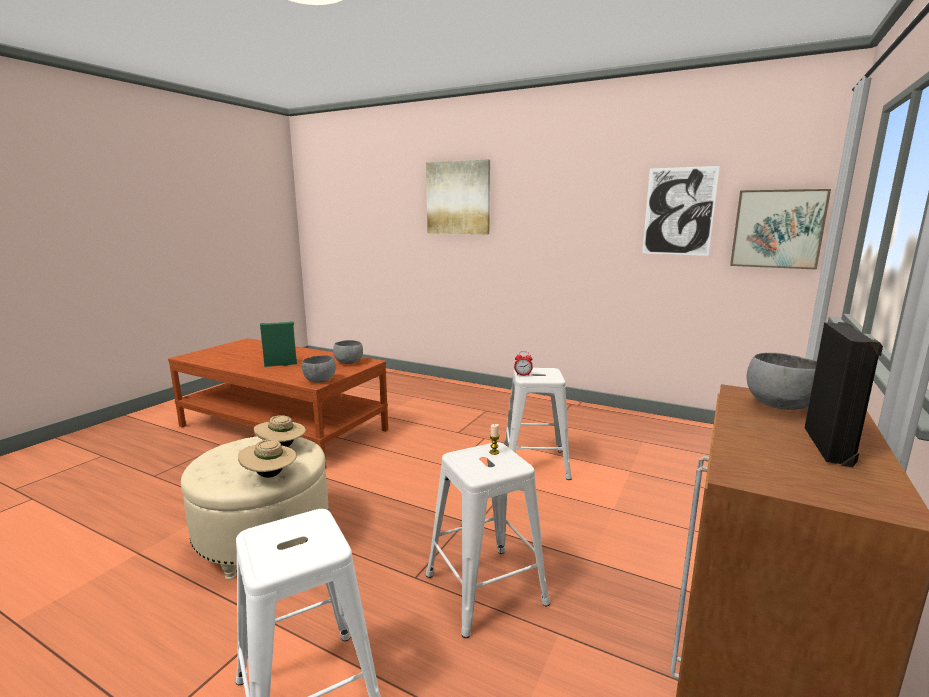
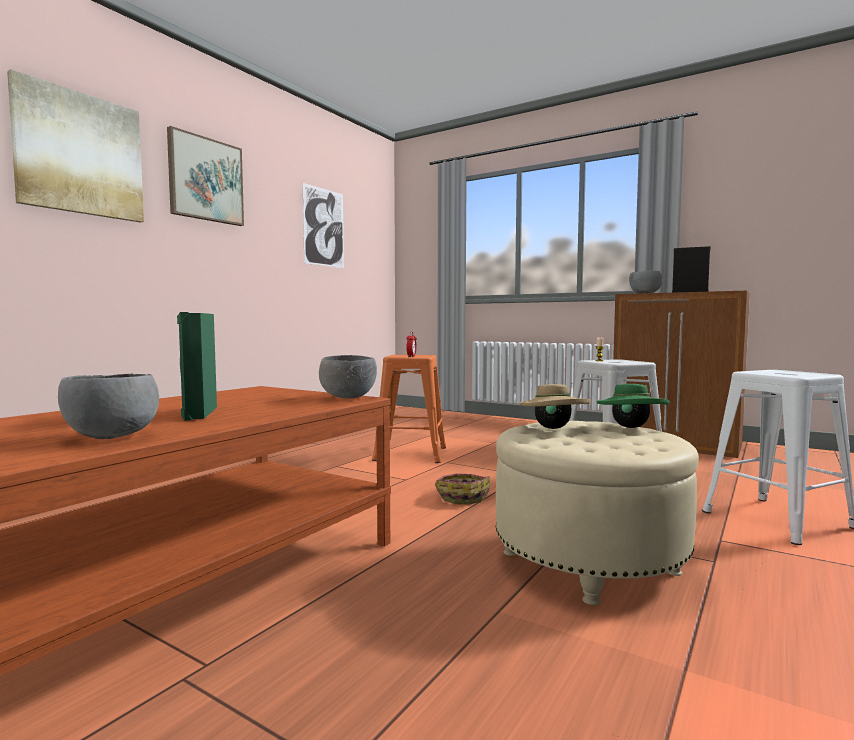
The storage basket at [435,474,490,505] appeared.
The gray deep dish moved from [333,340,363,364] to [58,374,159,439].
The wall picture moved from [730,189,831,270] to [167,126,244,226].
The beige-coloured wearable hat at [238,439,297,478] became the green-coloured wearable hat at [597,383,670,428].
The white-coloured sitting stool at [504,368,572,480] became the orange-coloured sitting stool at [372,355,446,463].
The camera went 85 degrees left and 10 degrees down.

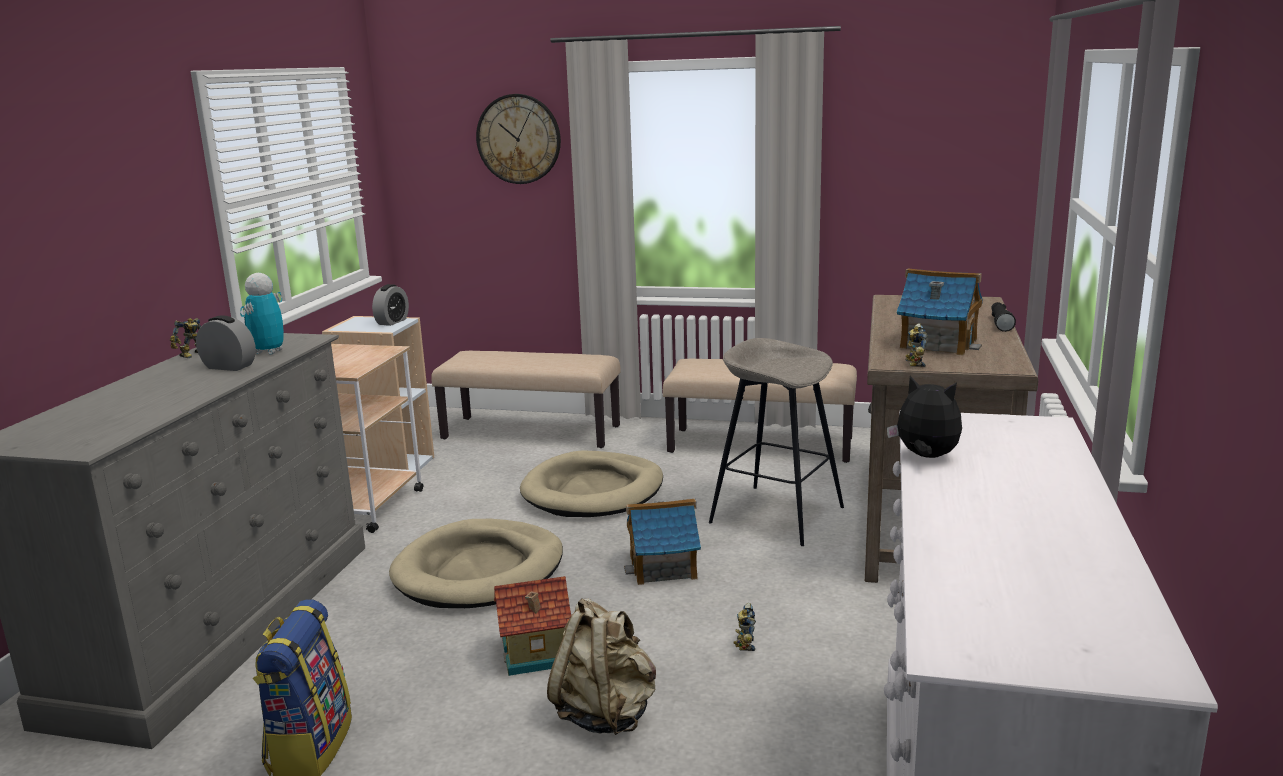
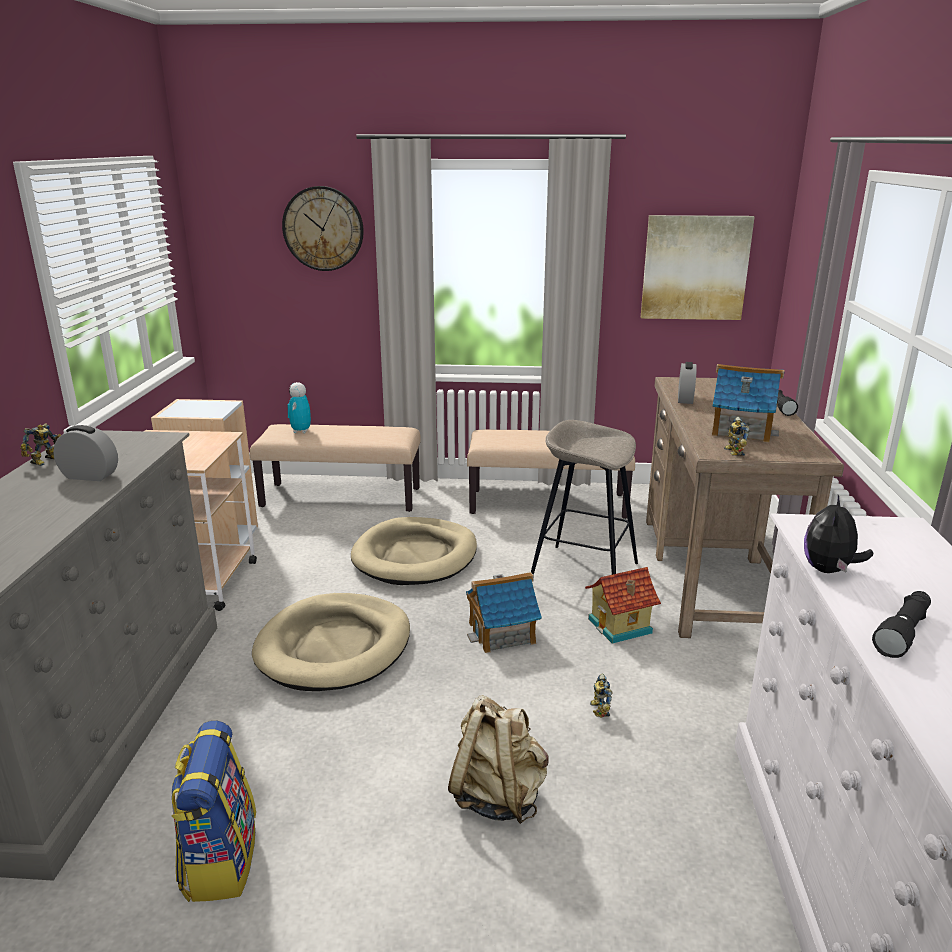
The wall picture at [641,215,755,320] appeared.
The black-coloured hand torch at [872,591,931,658] appeared.
The model robot moved from [240,273,284,355] to [288,382,311,433].
The table clock moved from [372,284,409,326] to [678,362,697,404].
The toy house moved from [494,576,571,676] to [585,567,661,644].
The plush toy at [887,376,962,458] turned 90 degrees counterclockwise.
The camera went 10 degrees left and 5 degrees up.

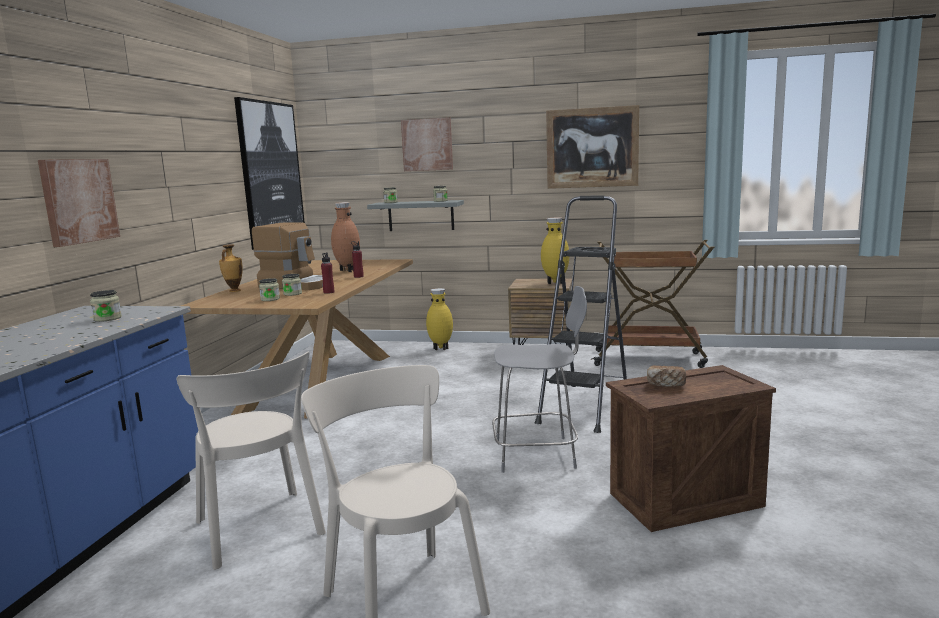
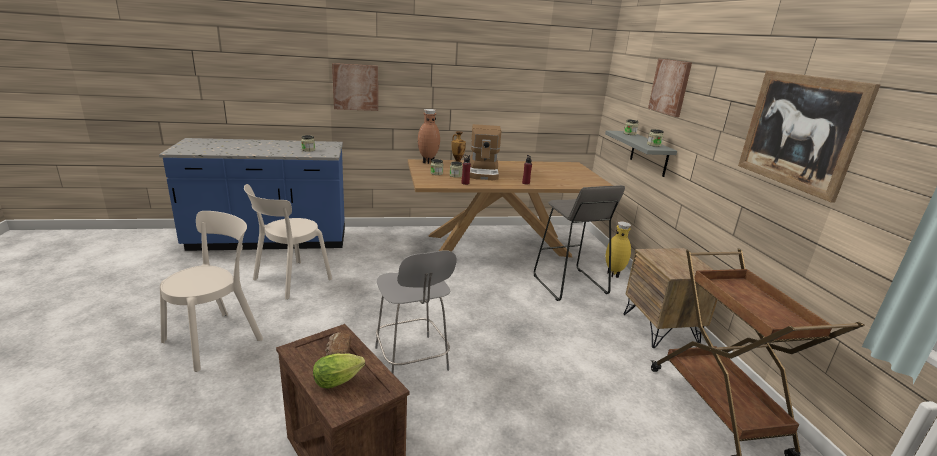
The wall picture at [234,97,305,250] disappeared.
The stepladder at [535,195,627,433] disappeared.
The yellowish vase at [541,218,569,284] disappeared.
The lettuce at [313,354,365,389] appeared.
The gray sitting stool at [534,185,625,301] appeared.
The brownish vase moved from [331,202,360,272] to [418,109,440,164].
The camera went 65 degrees right and 10 degrees up.

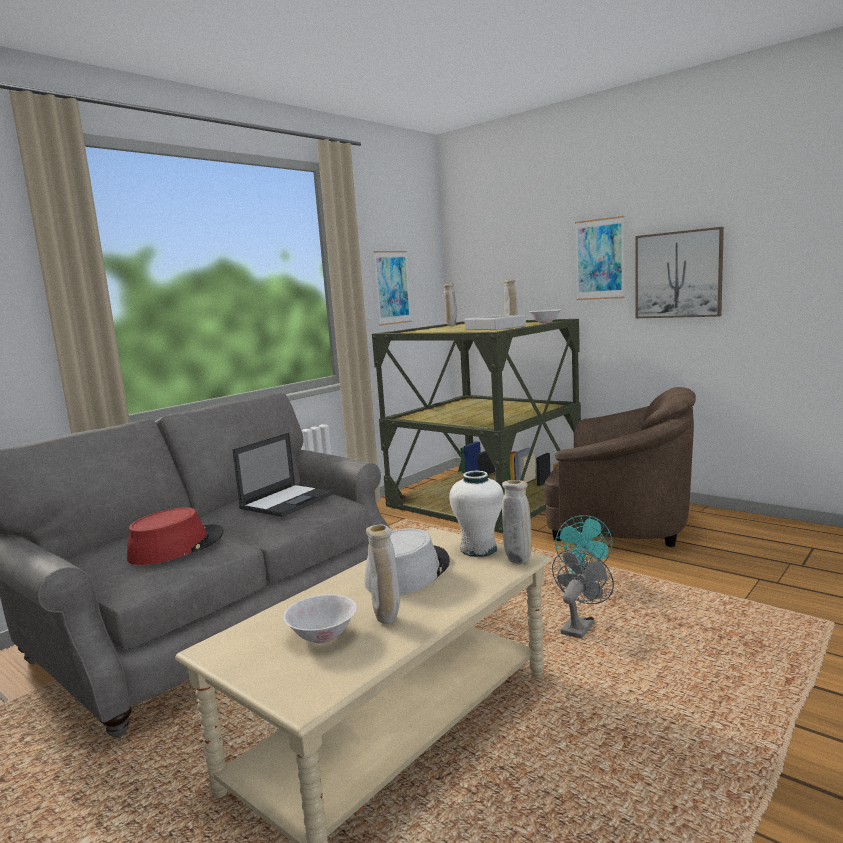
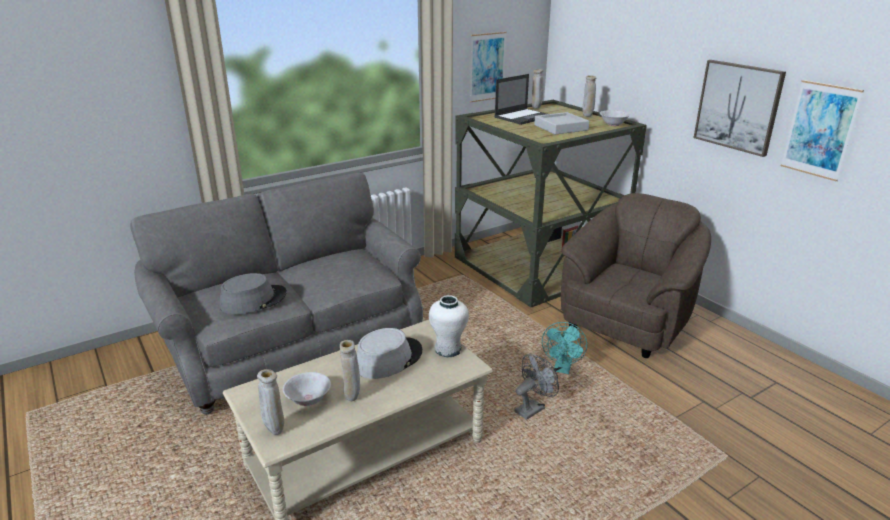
The portable computer moved from [232,432,335,517] to [494,74,547,125].
The beige-coloured vase moved from [502,480,532,564] to [257,369,284,435].
The wall picture moved from [575,216,625,300] to [781,80,864,181].
The red-coloured wearable hat at [127,508,224,565] became the gray wearable hat at [220,273,287,314].
The brownish easy chair at [544,387,696,547] turned 90 degrees counterclockwise.
The camera went 15 degrees right and 15 degrees up.

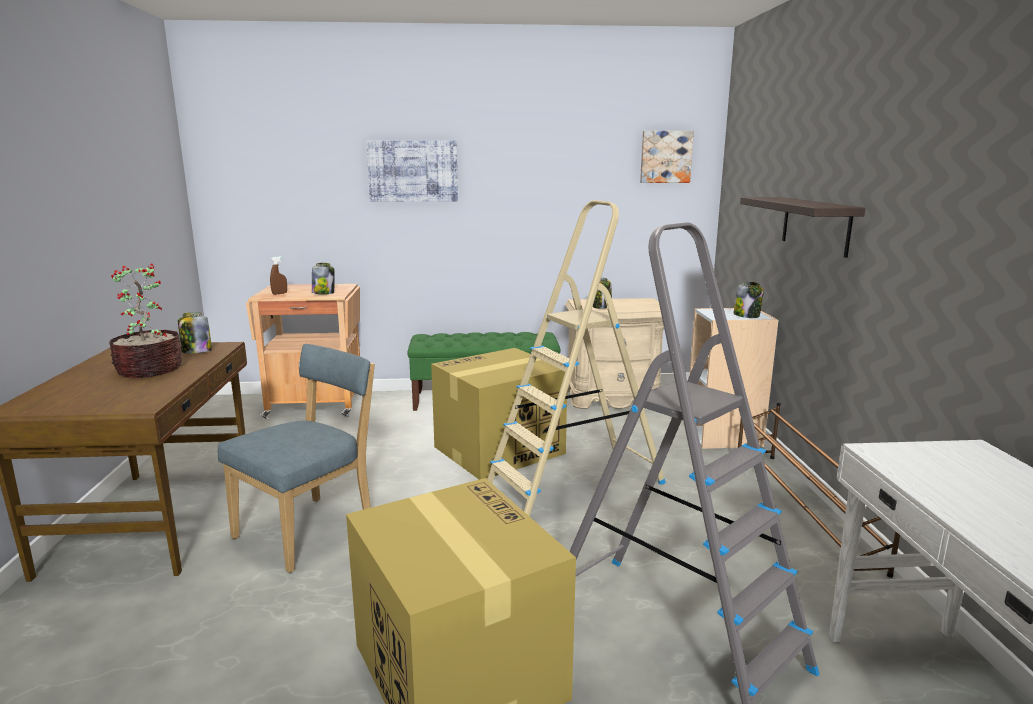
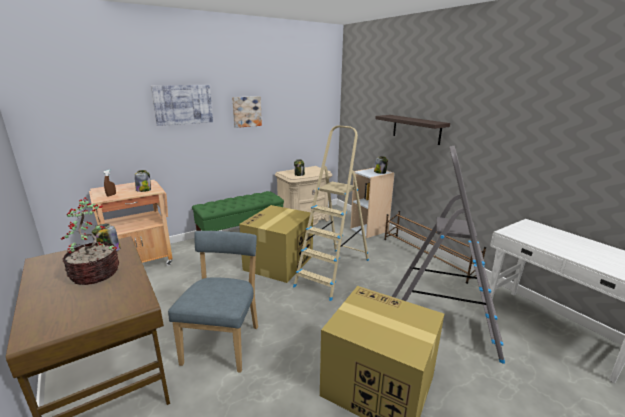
The wall picture moved from [640,131,694,183] to [232,96,262,128].
The camera went 30 degrees left and 5 degrees up.

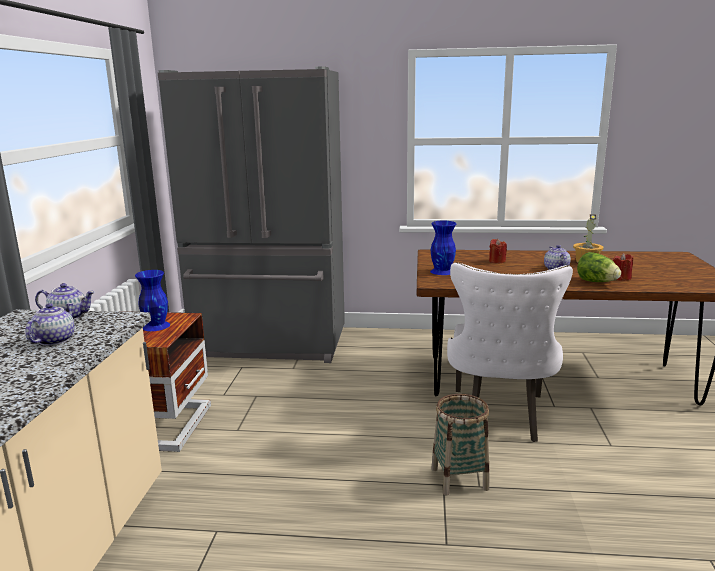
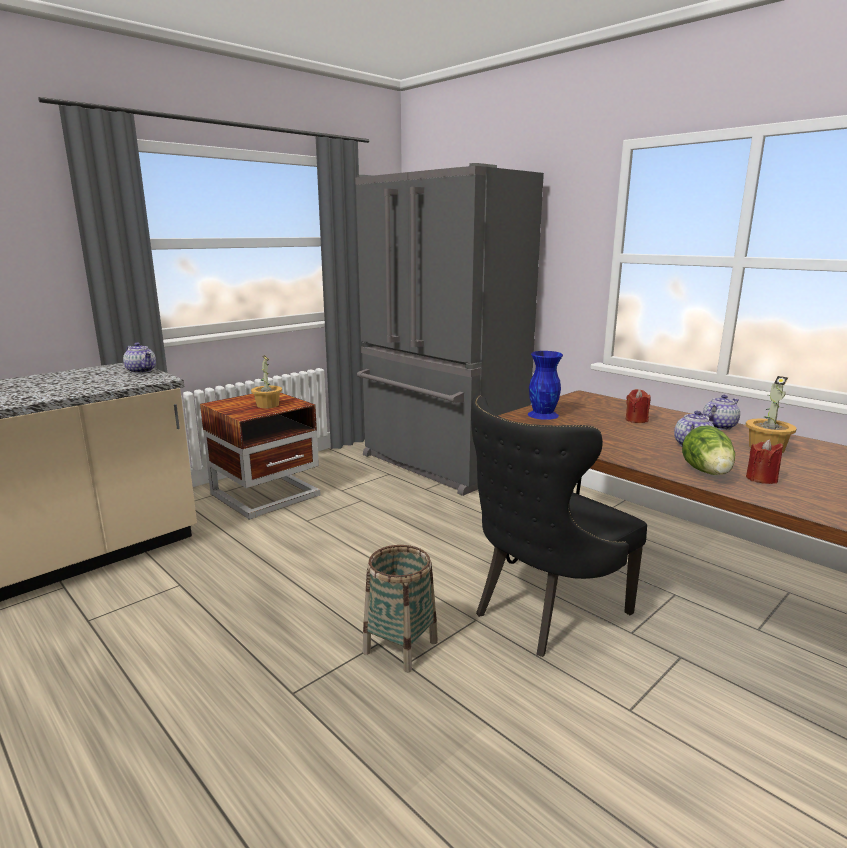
The tea pot moved from [25,303,75,346] to [703,395,740,430].
The blue-coloured vase at [135,270,170,331] was replaced by the plant in a pot at [251,355,282,408].
The white-coloured chair at [447,262,573,442] became the black-coloured chair at [471,395,647,657].
The camera went 40 degrees right and 0 degrees up.

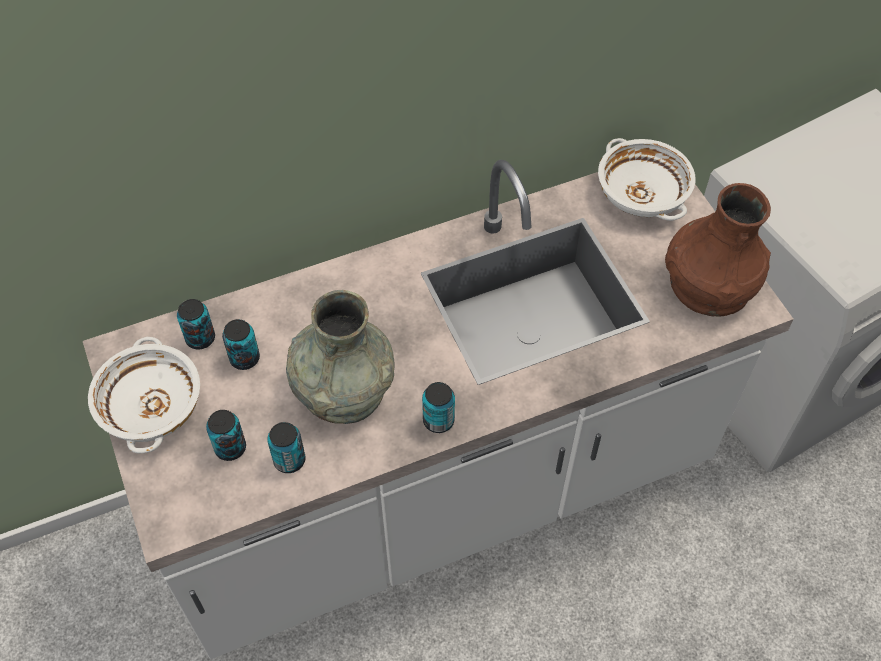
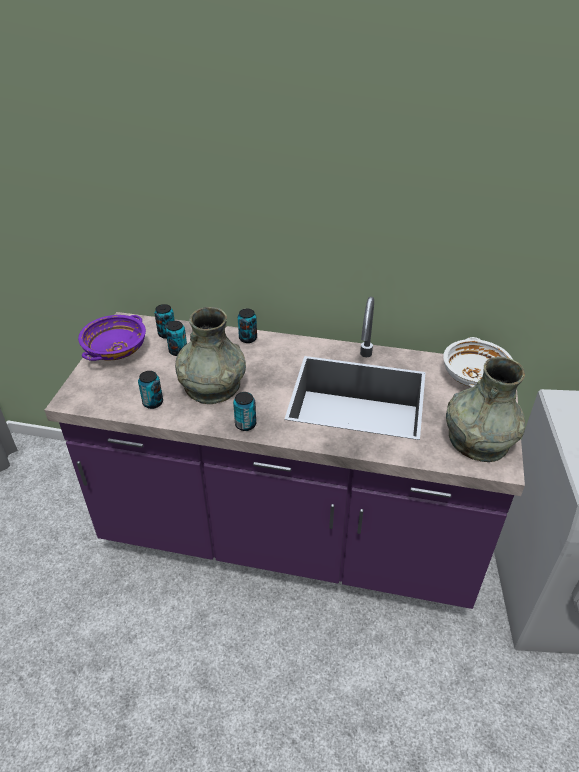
The sealed can moved from [206,410,246,461] to [238,309,257,343].
The white-coloured kitchen counter at [83,160,794,659] became the purple kitchen counter at [44,296,525,609].
The white-coloured deep dish at [88,337,200,453] became the purple deep dish at [78,315,146,361].
The brownish vase at [665,183,771,316] became the gray vase at [446,357,525,462].
The camera went 35 degrees right and 15 degrees down.

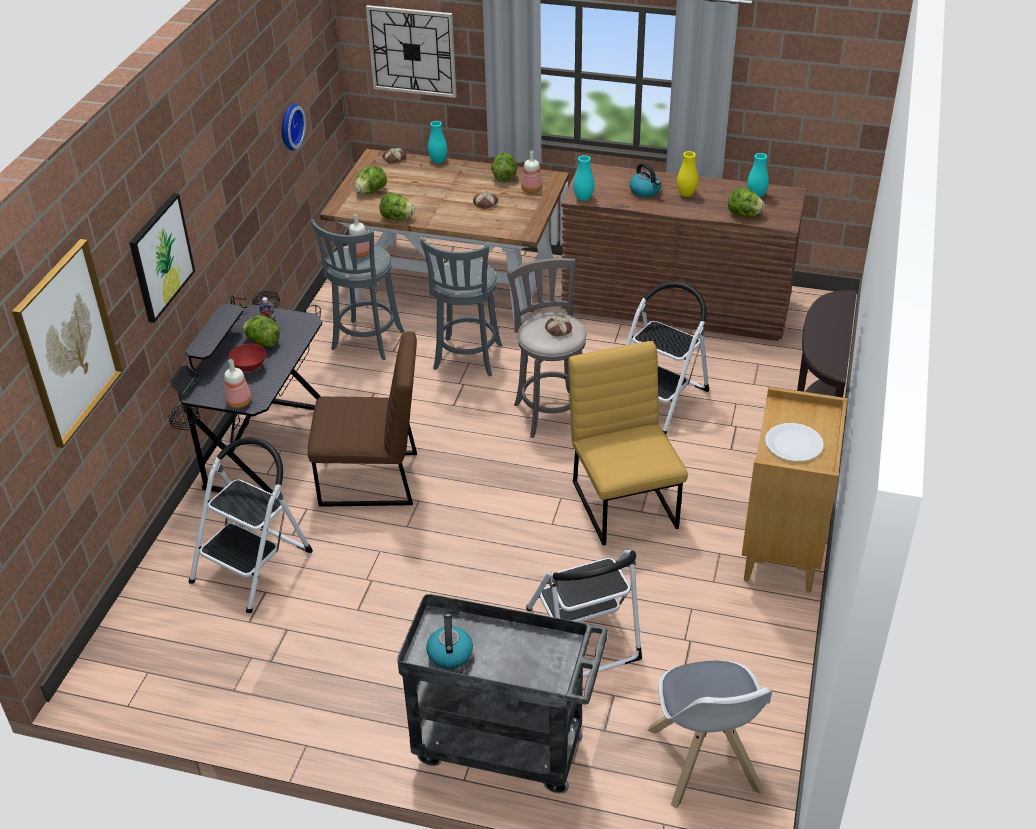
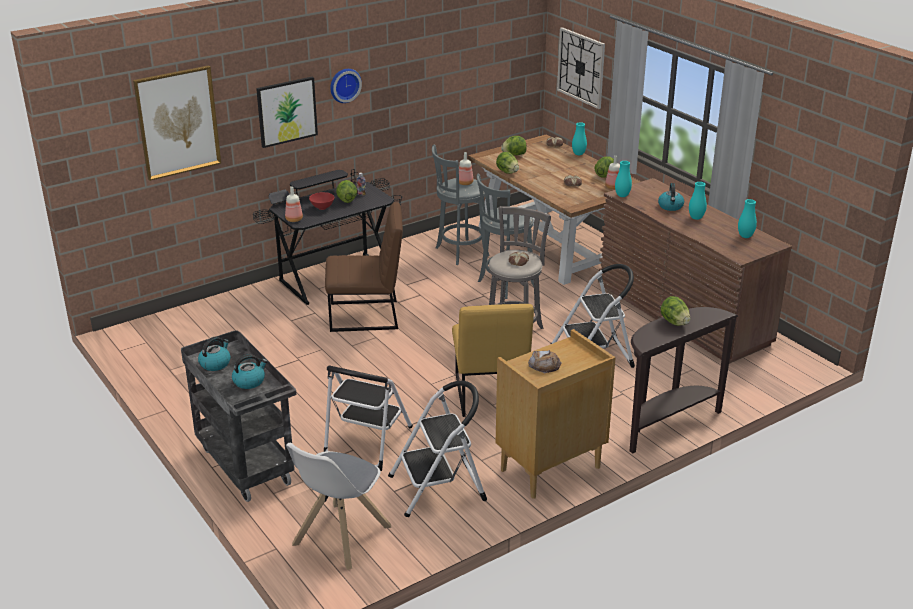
The water kettle at [232,354,267,389] appeared.
The stepladder moved from [189,438,313,613] to [388,381,487,517].
The wall clock moved from [282,103,306,151] to [330,69,362,103].
The lettuce moved from [728,187,765,217] to [660,296,690,326].
The white-coloured dinner plate at [765,423,824,462] was replaced by the bakery bread at [528,350,562,373].
The yellowish vase at [677,151,698,197] became the blue-green vase at [689,182,707,220].
The brownish chair at [308,331,417,507] turned 45 degrees counterclockwise.
The yellowish chair at [568,341,688,546] turned 150 degrees clockwise.
The camera went 40 degrees right and 10 degrees down.

